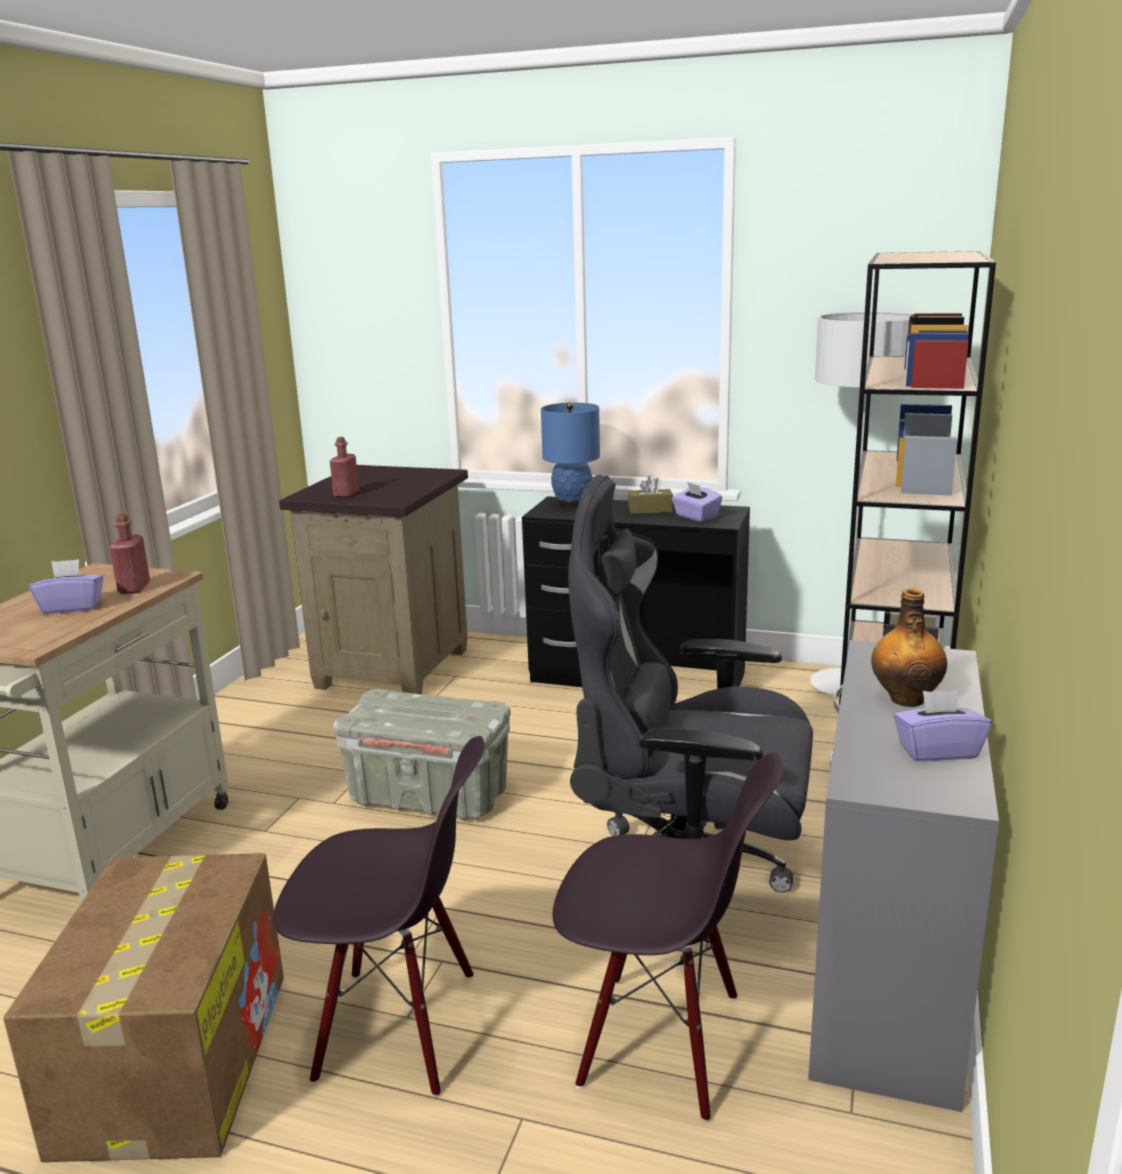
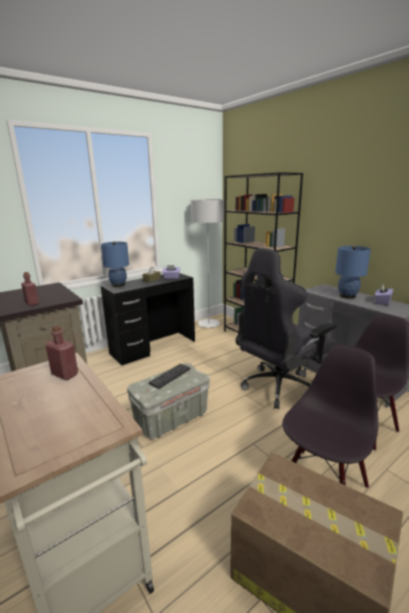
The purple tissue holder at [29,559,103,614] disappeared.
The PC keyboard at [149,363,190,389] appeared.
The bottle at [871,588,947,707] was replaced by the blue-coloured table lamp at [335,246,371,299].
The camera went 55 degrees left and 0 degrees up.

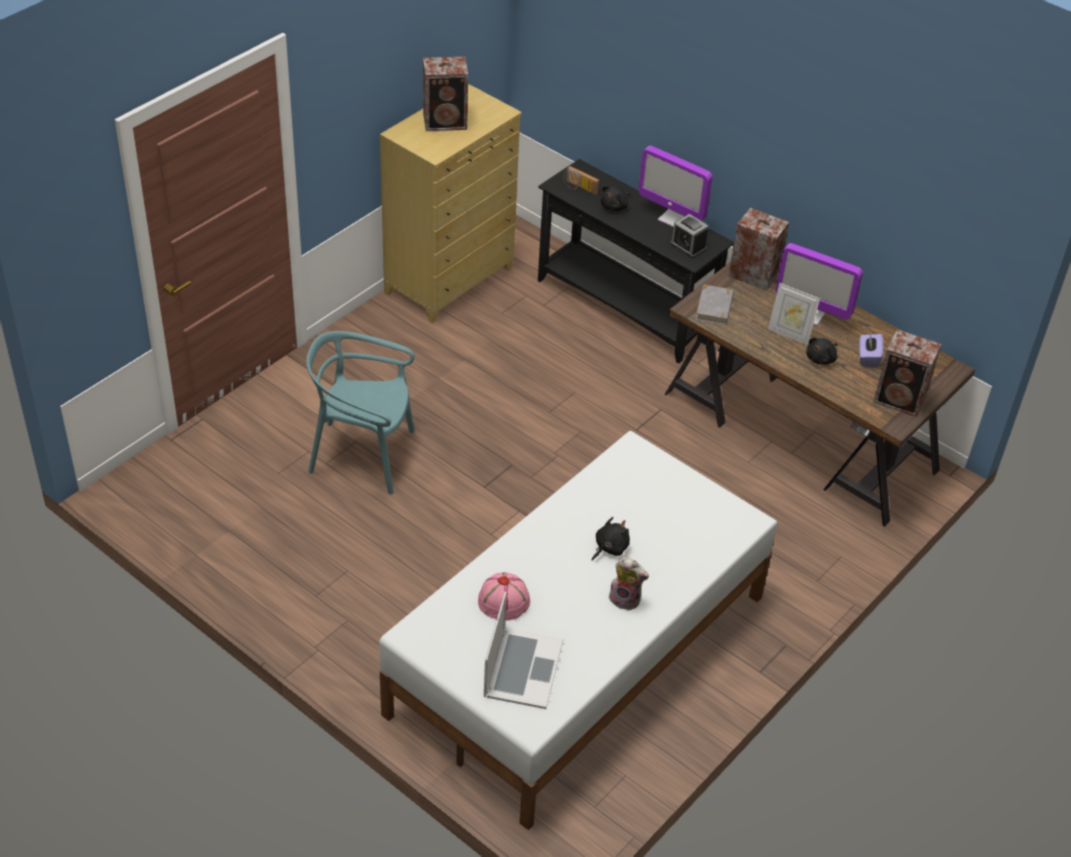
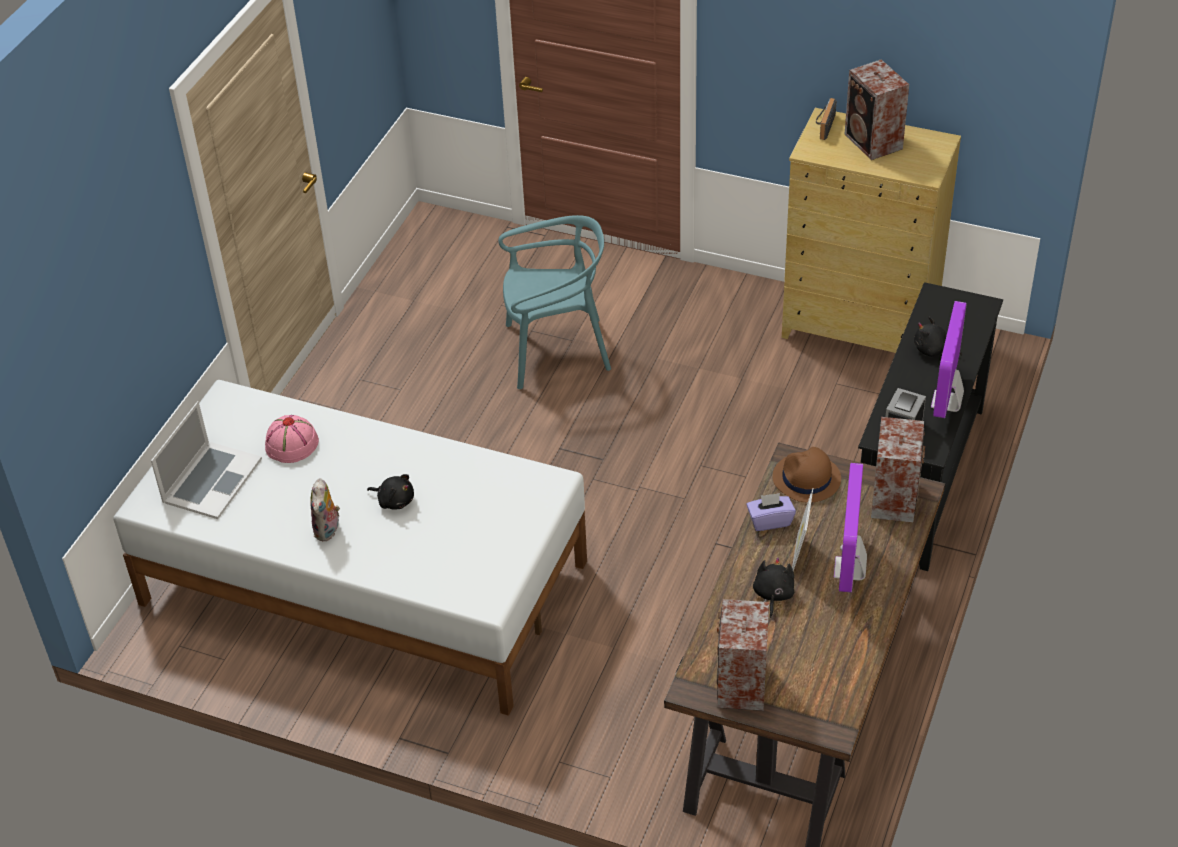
The radio receiver moved from [563,166,599,195] to [816,98,837,140].
The purple tissue holder moved from [859,332,883,368] to [746,493,796,531].
The gray book at [696,284,734,325] was replaced by the brownish wearable hat at [772,447,841,502].
The blue-green chair at [306,331,415,494] turned 90 degrees clockwise.
The portable computer at [484,592,563,709] turned 60 degrees counterclockwise.
The black-coloured plush toy at [806,338,837,365] turned 75 degrees clockwise.
The camera went 75 degrees right and 0 degrees up.

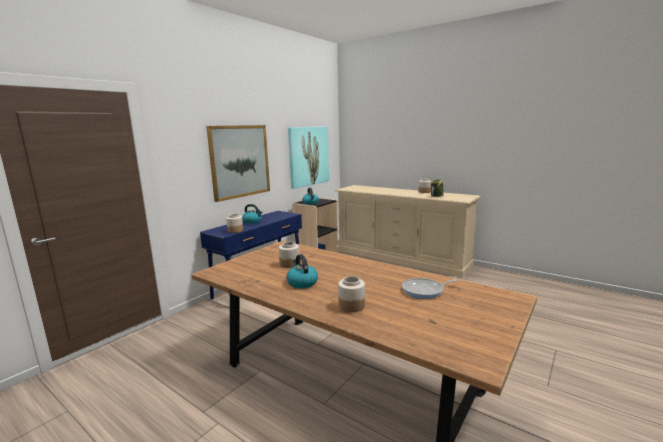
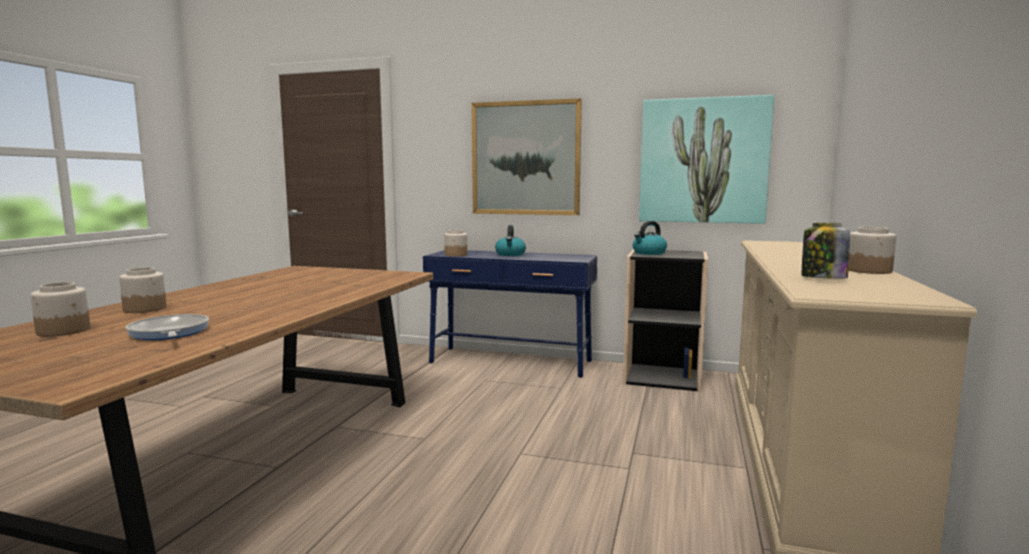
The water kettle at [287,254,318,288] disappeared.
The jar moved from [279,242,299,268] to [30,282,90,337].
The camera went 70 degrees right and 5 degrees down.

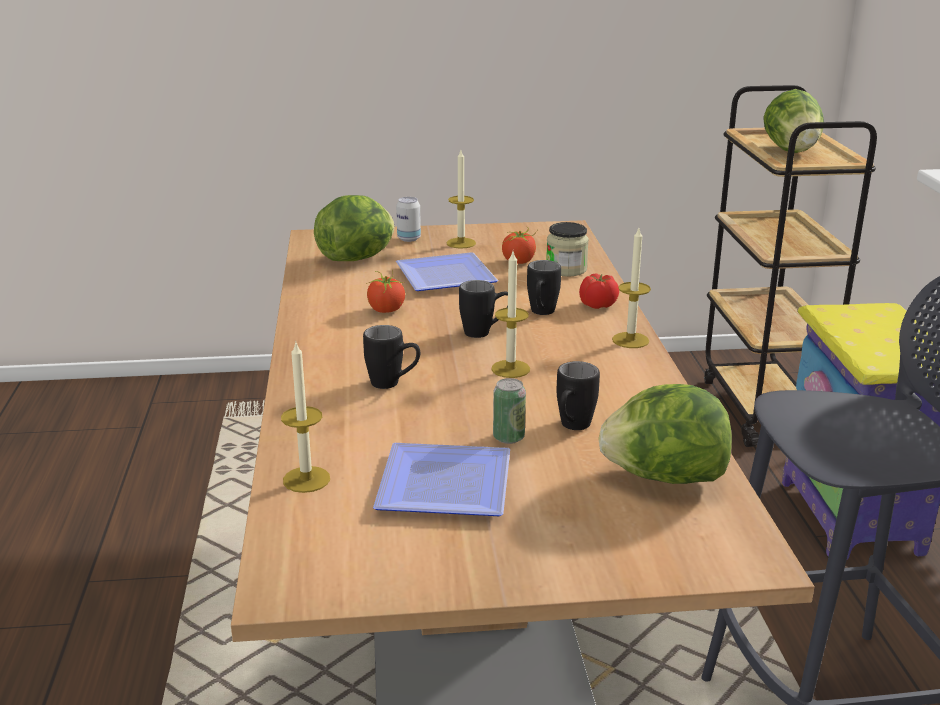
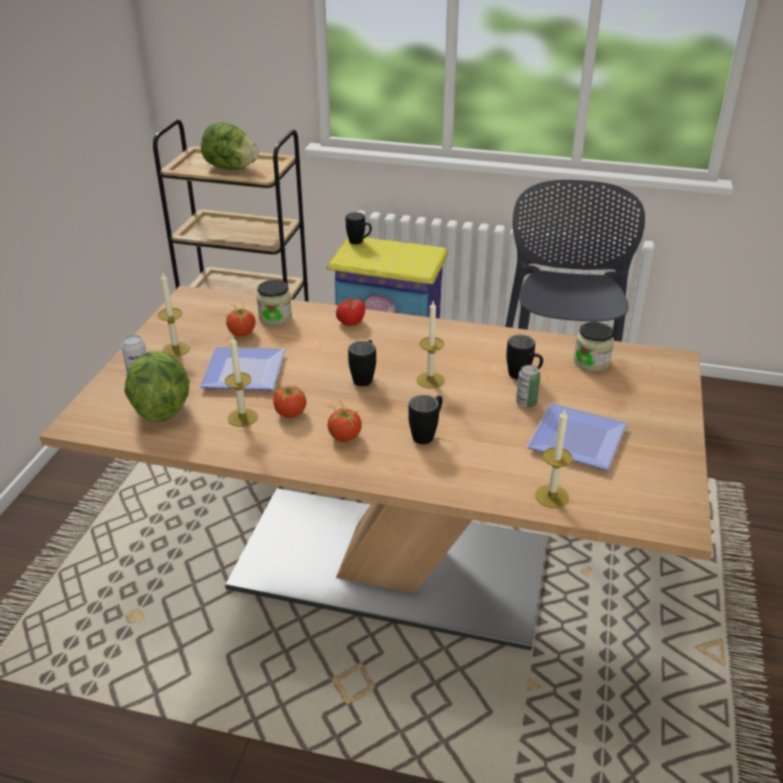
The whole tomato at [328,401,362,442] appeared.
The black-coloured mug moved from [527,260,561,315] to [346,212,372,244].
The wax candle moved from [612,228,651,348] to [225,334,258,427].
The lettuce at [598,384,732,484] was replaced by the jar at [574,322,614,372].
The camera went 70 degrees left and 10 degrees up.

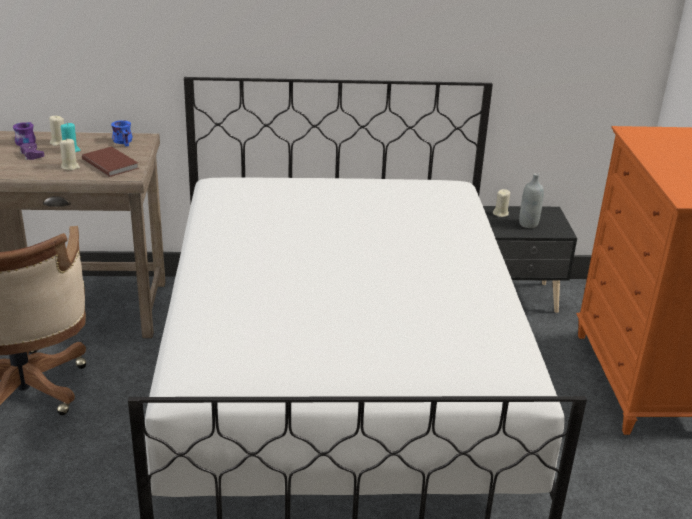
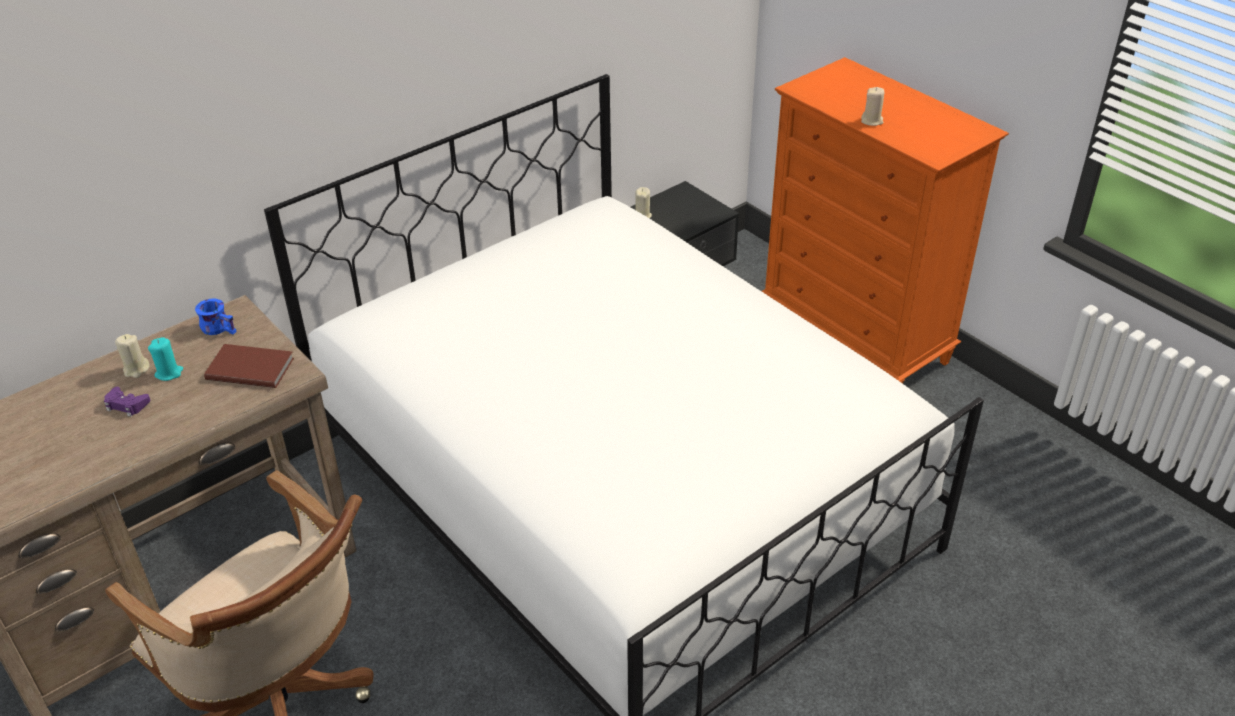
The purple mug at [13,122,36,146] disappeared.
The gray bottle at [519,173,544,228] disappeared.
The beige-coloured wax candle moved from [60,138,80,171] to [861,87,884,126].
The camera went 35 degrees left and 10 degrees up.

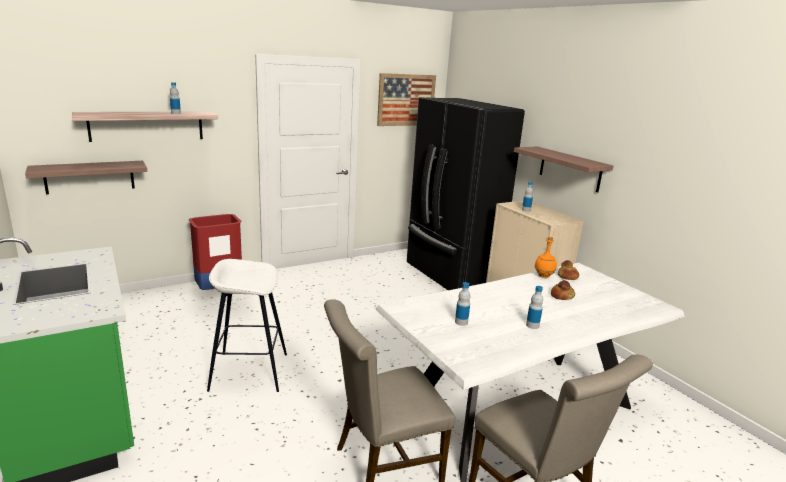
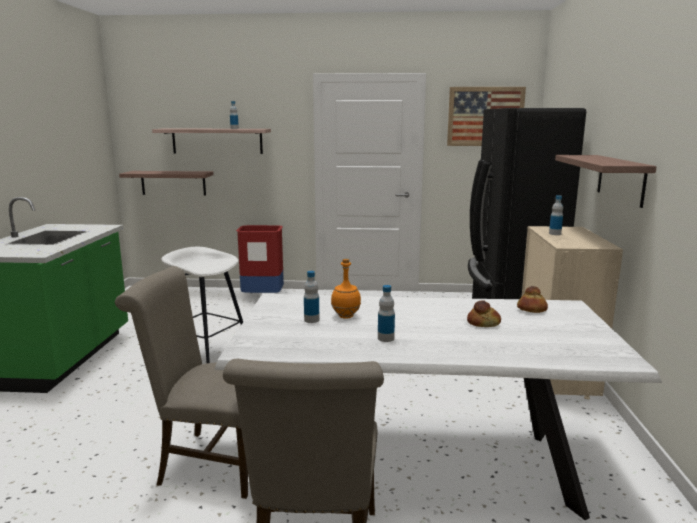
The orange-coloured bottle moved from [535,237,557,278] to [331,259,361,319].
The camera went 35 degrees right and 5 degrees down.

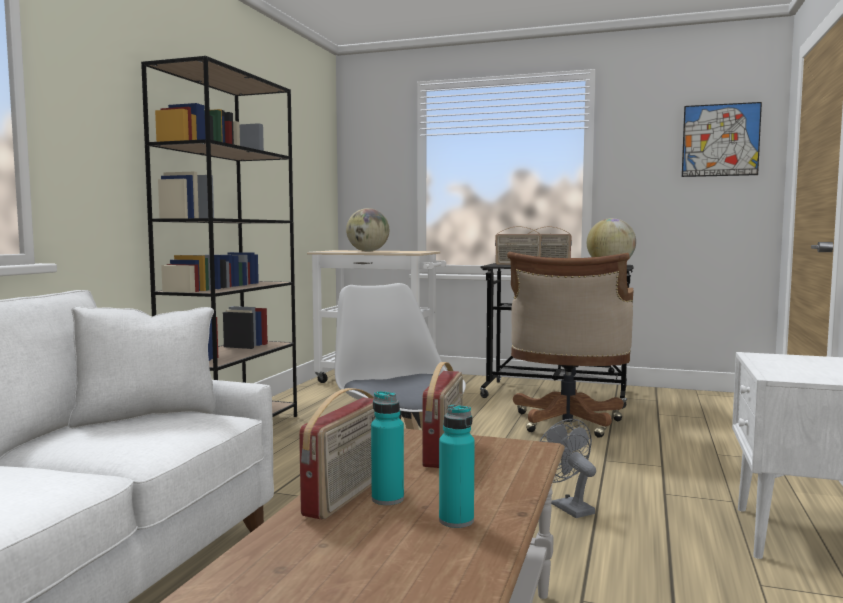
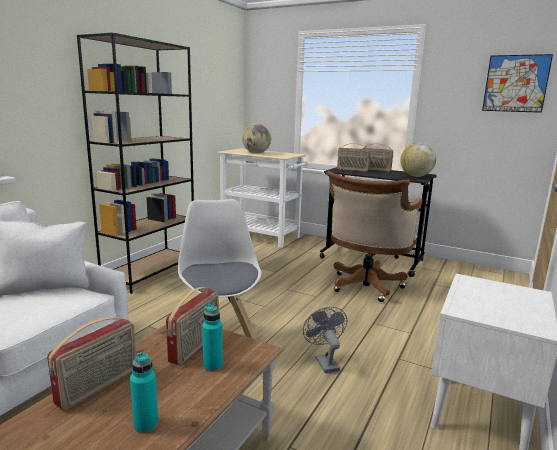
The blue-green bottle moved from [371,391,404,505] to [202,305,223,372].
The camera went 10 degrees right and 10 degrees up.

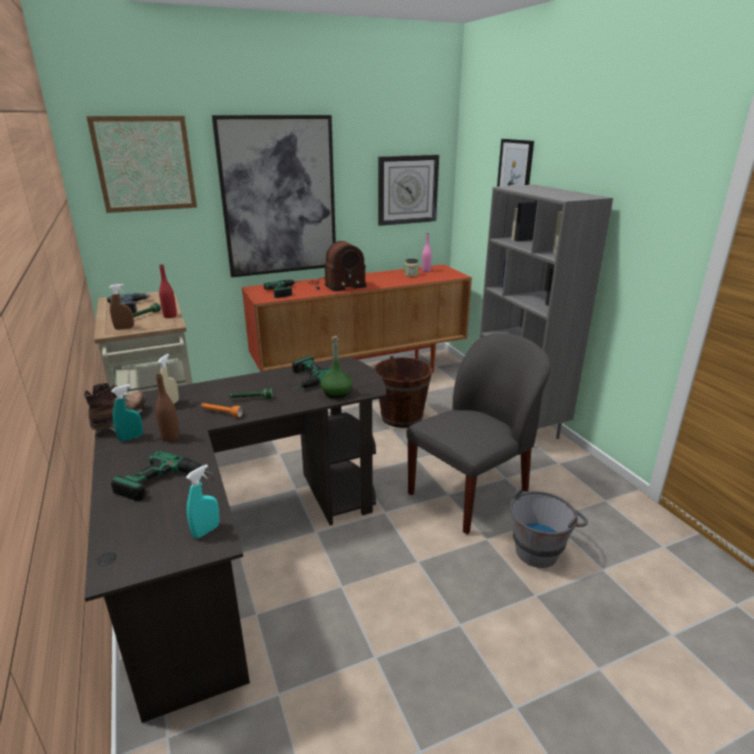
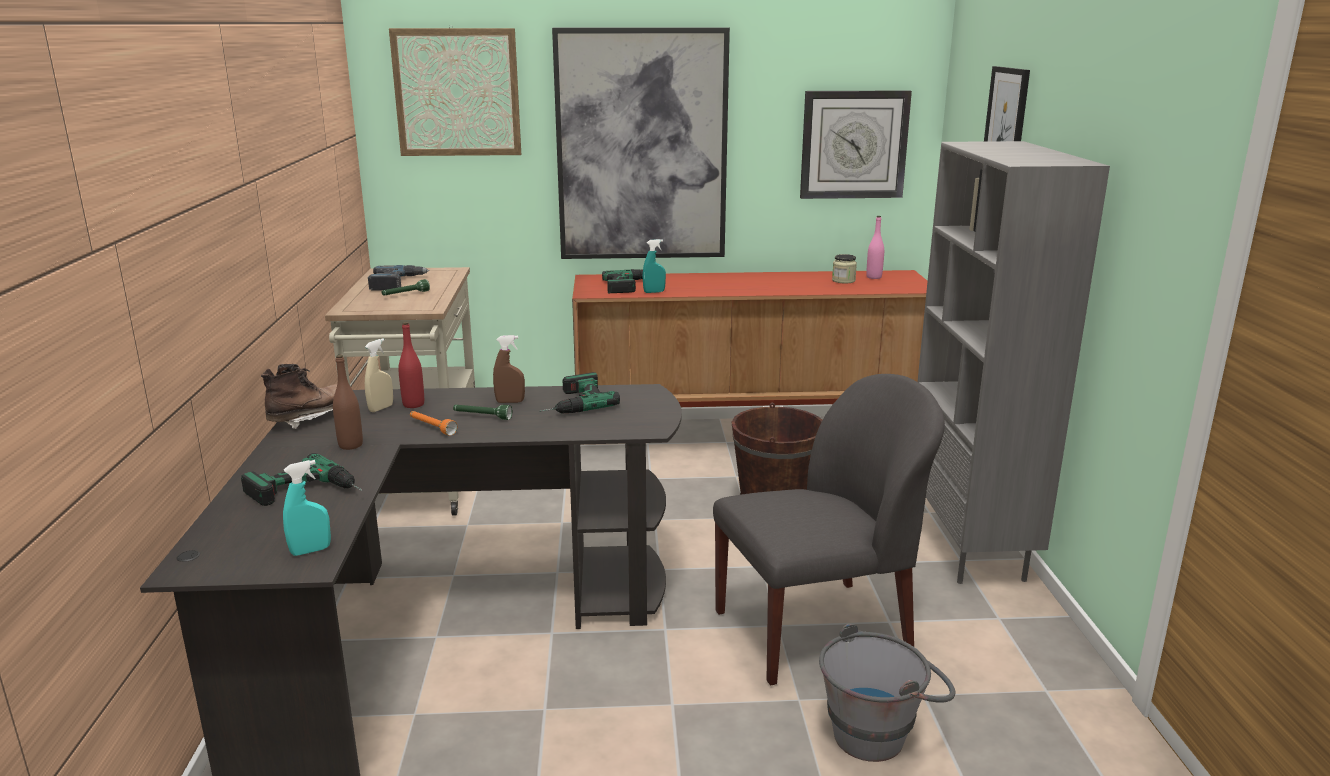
The radio receiver at [308,241,366,291] disappeared.
The green-coloured bottle at [321,336,353,399] disappeared.
The brownish sprayer moved from [109,284,134,330] to [493,335,525,403].
The blue-green sprayer moved from [111,384,143,441] to [642,239,666,293].
The red-coloured bottle moved from [159,264,177,318] to [398,322,424,408].
The camera went 20 degrees right and 5 degrees down.

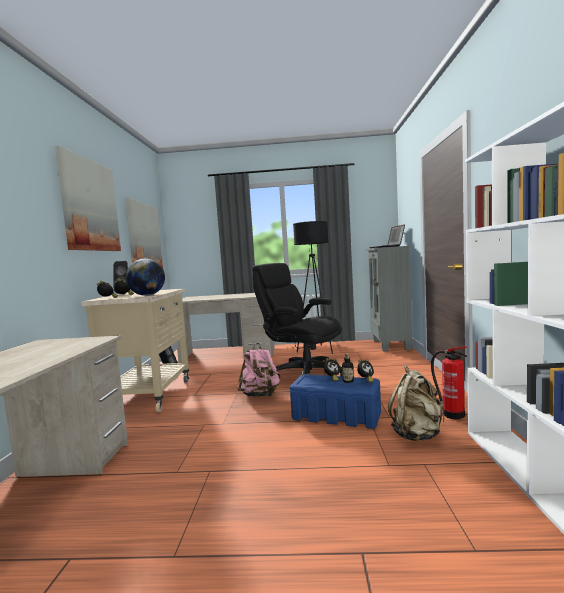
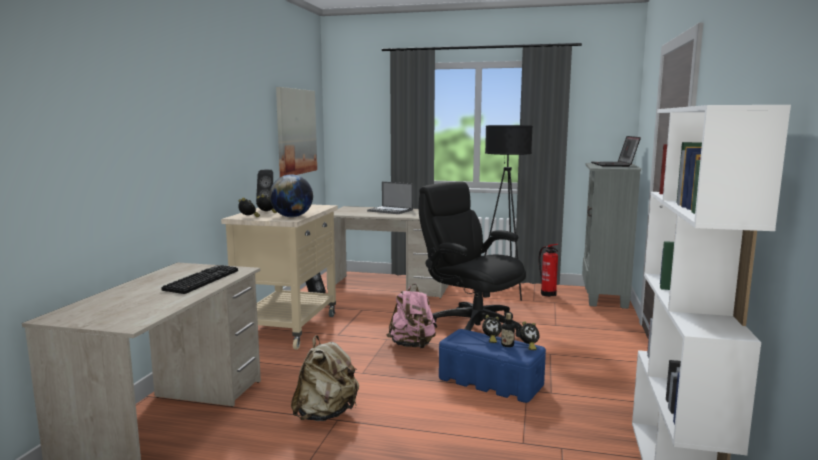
The wall picture at [55,146,121,251] disappeared.
The PC keyboard at [161,265,238,294] appeared.
The portable computer at [367,182,413,214] appeared.
The beige-coloured knapsack moved from [388,365,445,441] to [291,335,359,421].
The fire extinguisher moved from [431,346,467,420] to [539,244,558,297].
The camera went 10 degrees right and 5 degrees up.

